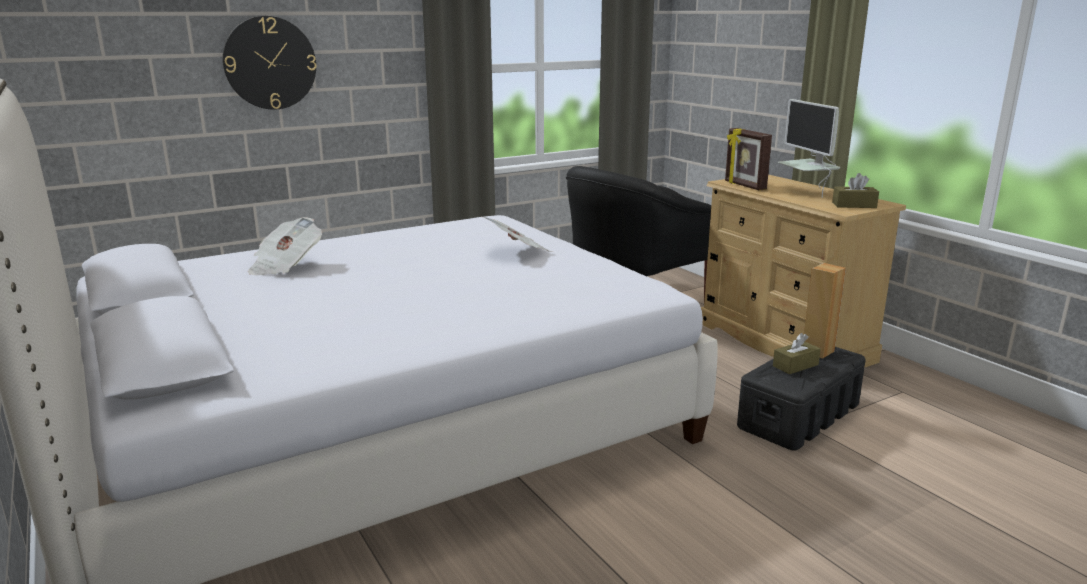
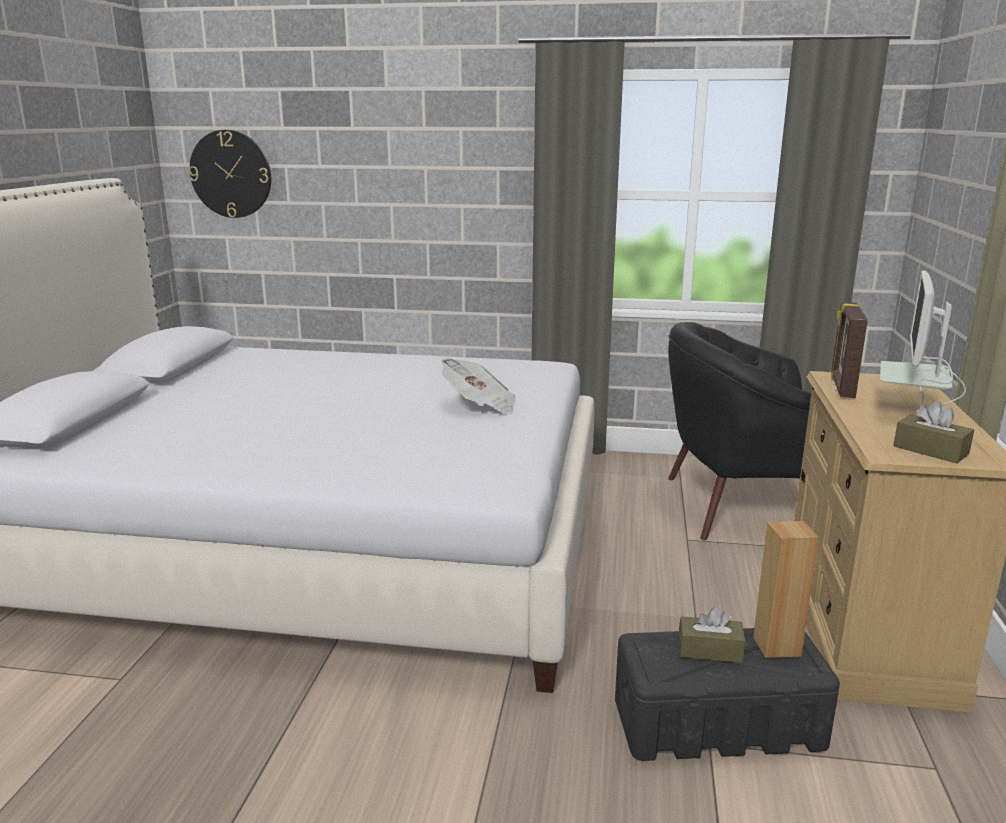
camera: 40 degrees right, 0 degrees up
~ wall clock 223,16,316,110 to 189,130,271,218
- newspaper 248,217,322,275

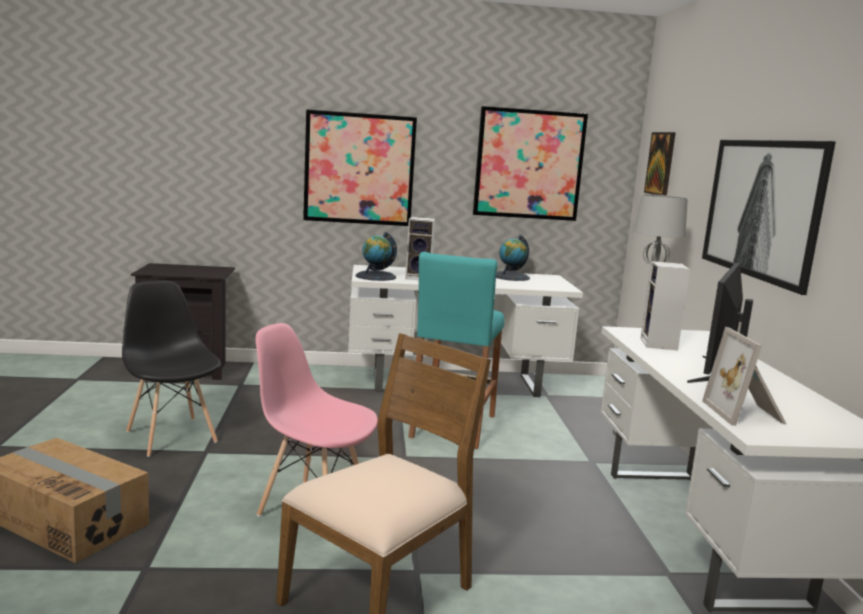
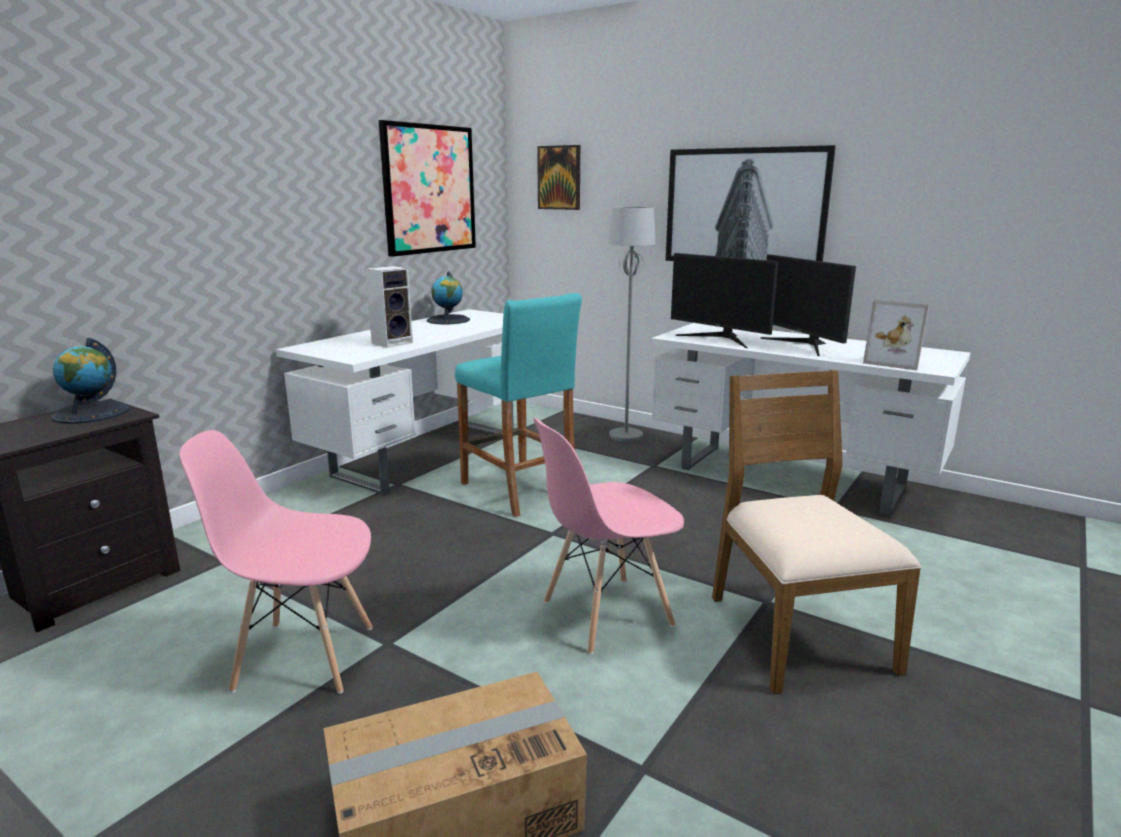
camera: 50 degrees left, 5 degrees up
~ chair/black 122,280,221,457 to chair/pink 180,430,373,694
- picture 303,109,417,226
~ globe 356,232,397,281 to 52,338,130,424
~ speaker 640,261,690,350 to monitor 671,253,779,348

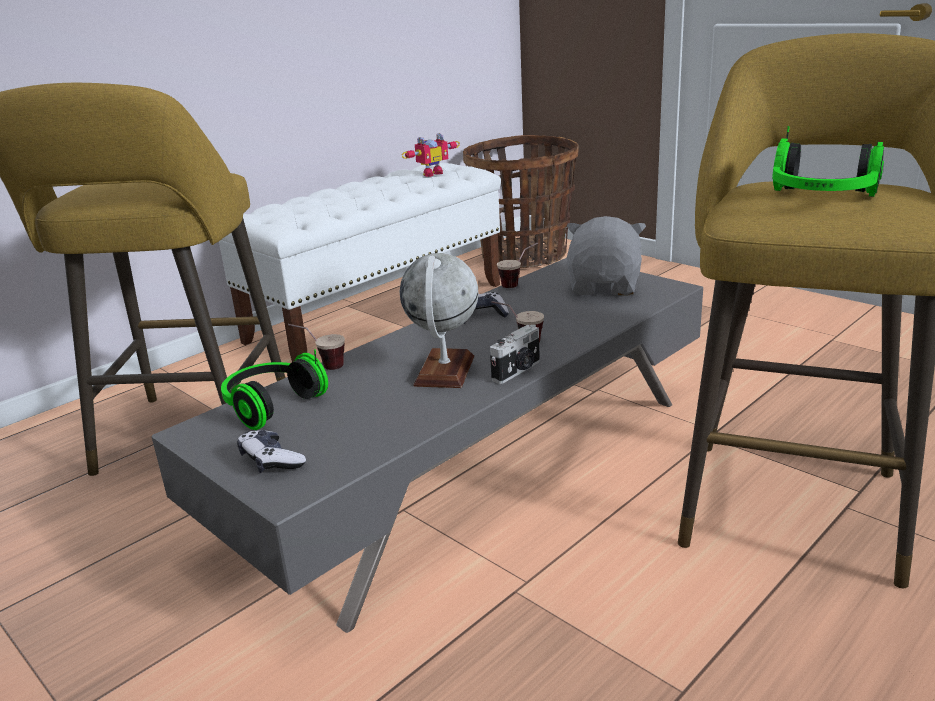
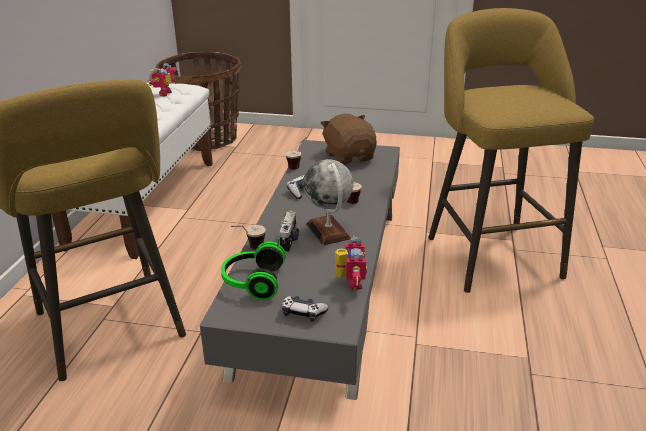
camera: 35 degrees left, 5 degrees up
~ photo camera 490,325,540,384 to 279,211,299,254
~ plush toy/grey 566,216,646,296 to plush toy/brown 320,114,377,165
- headphones 772,126,884,197
+ toy robot 335,235,367,290

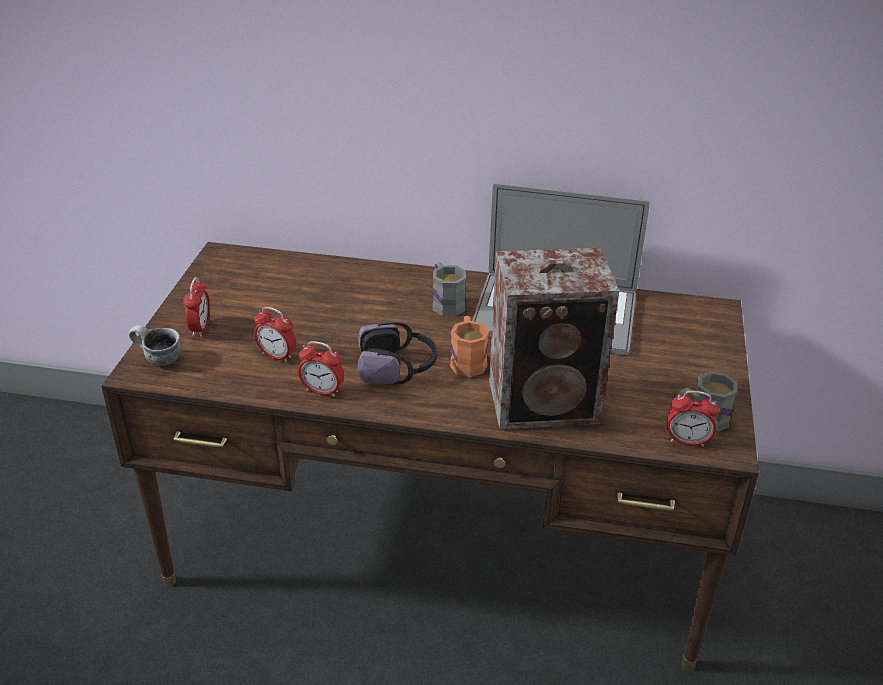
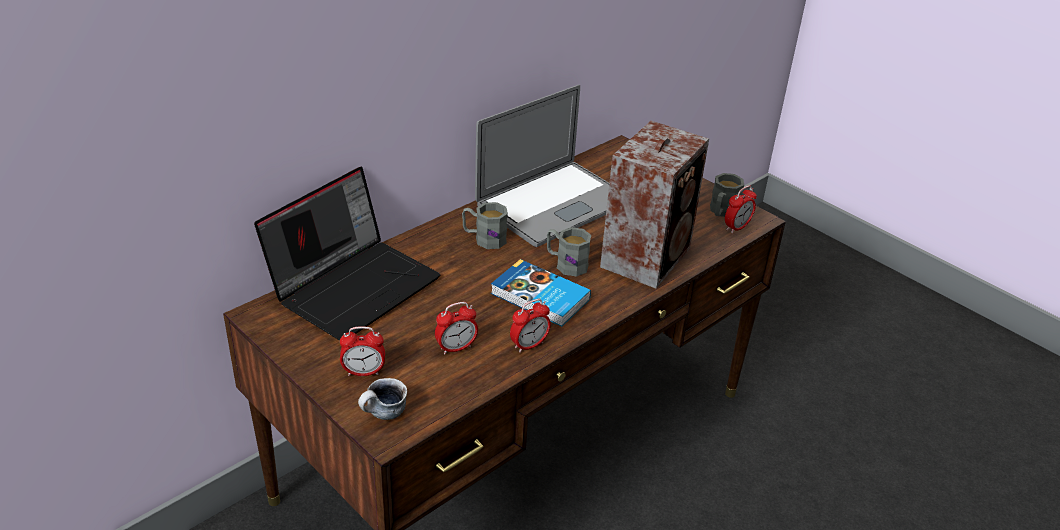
camera: 55 degrees left, 0 degrees up
~ alarm clock 183,277,210,337 = 340,326,385,376 135 degrees clockwise
~ headphones 357,322,438,385 to book 491,259,591,327
~ mug/orange 450,316,489,377 to mug/grey 547,227,591,277
+ laptop 254,167,440,341

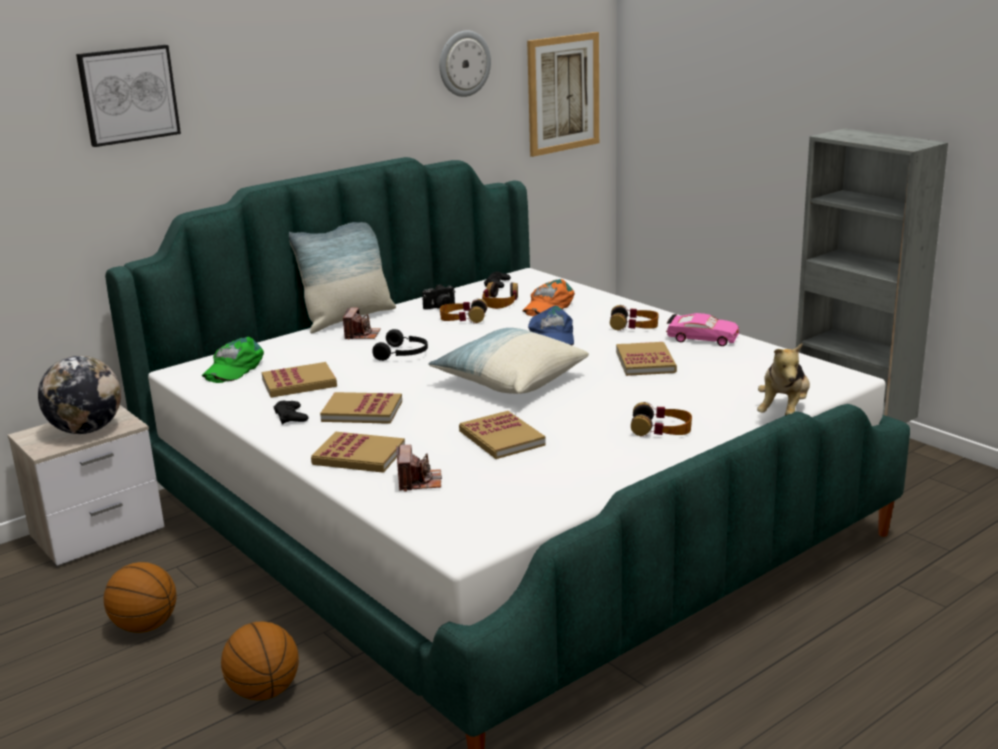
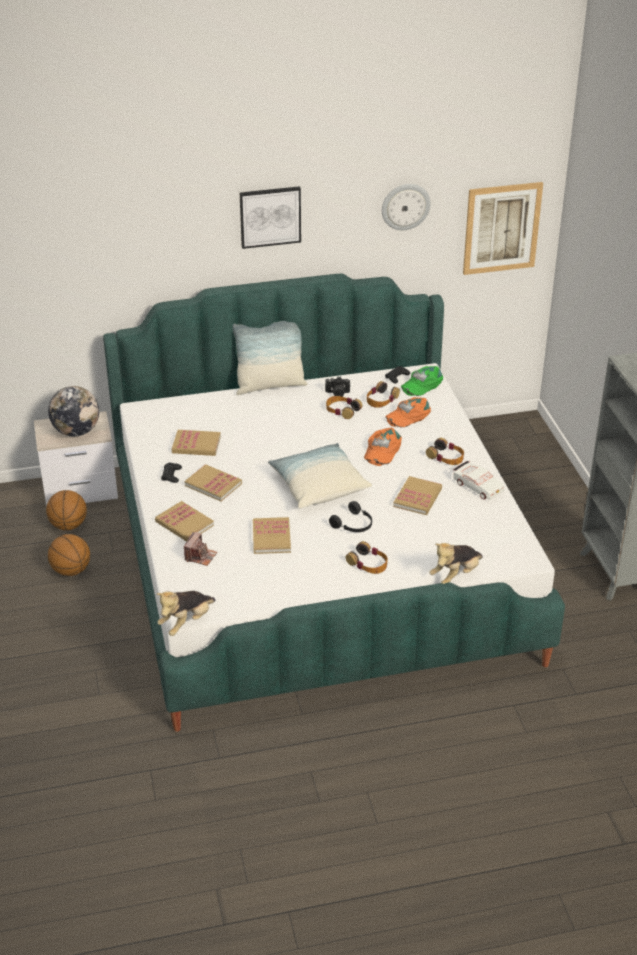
camera: 25 degrees right, 15 degrees up
~ picture 76,45,181,147 to 240,186,301,249
~ cap/green 202,337,264,383 to 401,366,443,396
~ basketball 221,622,299,700 to 46,490,87,530
- photo camera 343,307,381,340
~ headphones/black 372,329,428,361 to 329,501,372,532
~ cap/blue 528,306,574,345 to cap/orange 364,428,402,466
~ toy car/pink 666,313,739,346 to toy car/white 453,461,504,500
+ plush toy 157,591,215,636

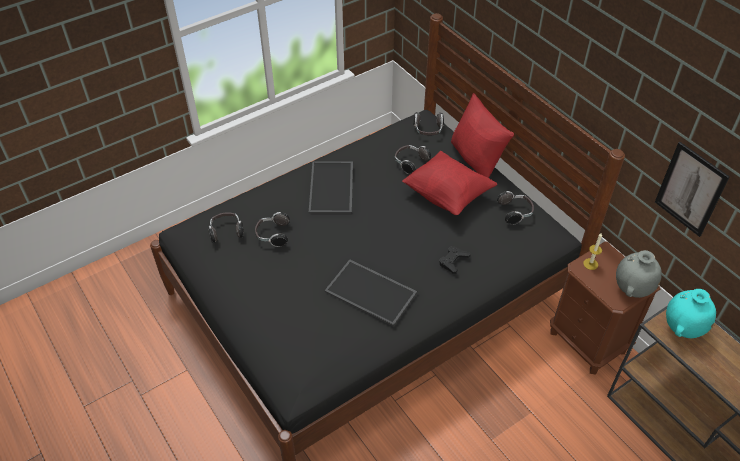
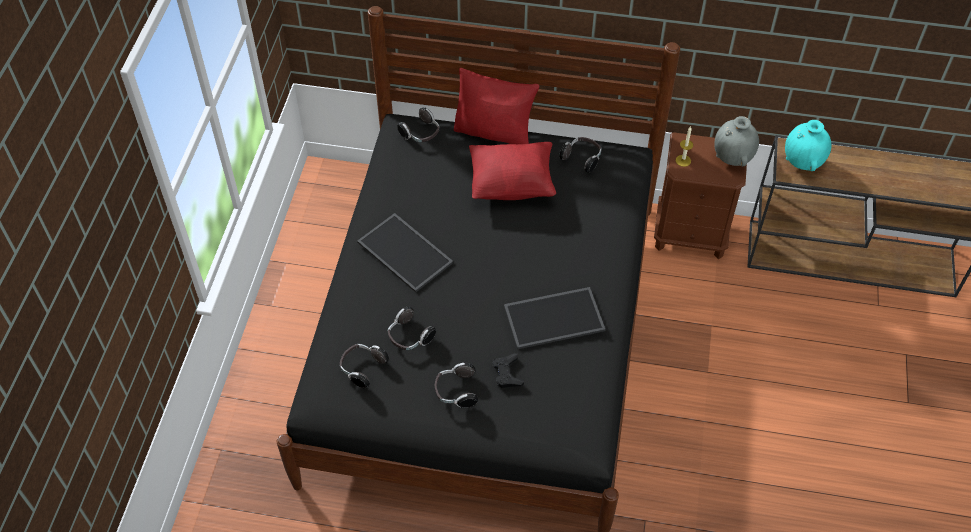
camera: 45 degrees left, 5 degrees up
~ headphones 395,145,431,174 to 435,363,478,408
~ game controller/black 439,246,471,274 to 492,353,524,388
- picture 655,142,730,237

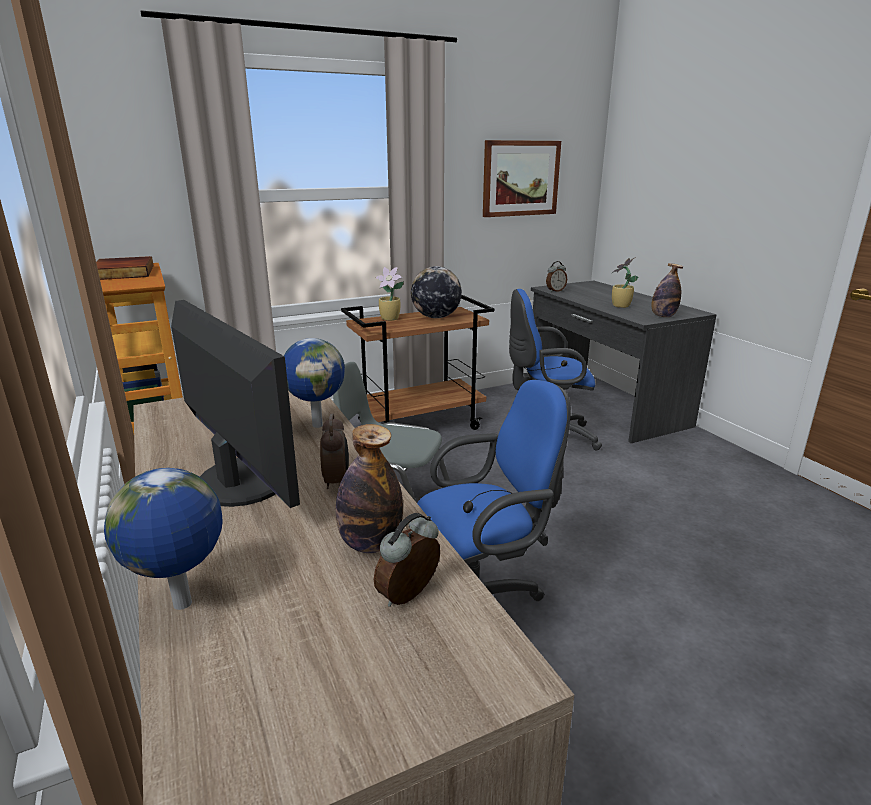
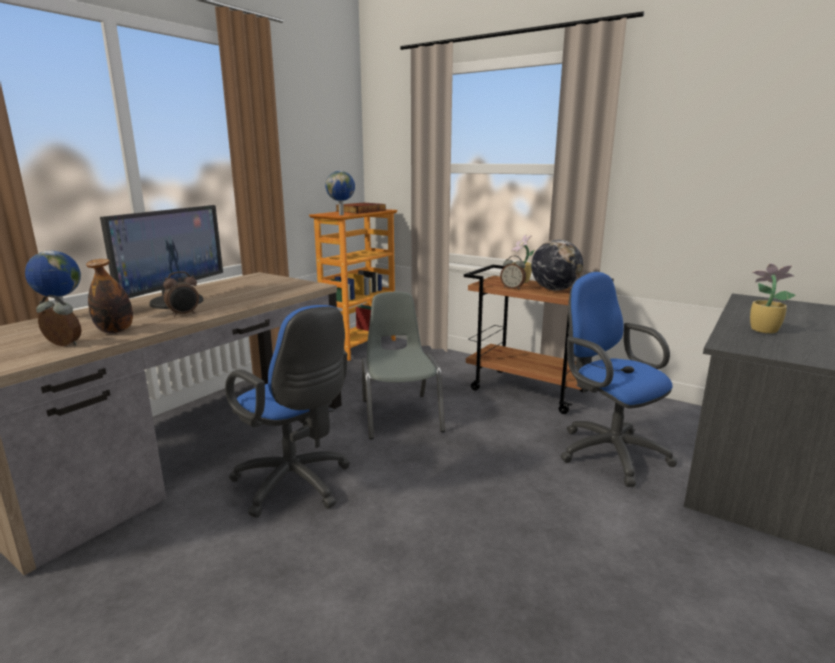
camera: 60 degrees right, 5 degrees down
~ globe 284,338,345,428 to 325,171,355,215
- picture 483,140,561,217
~ alarm clock 546,261,567,292 to 500,256,526,289
- bottle 651,263,683,317

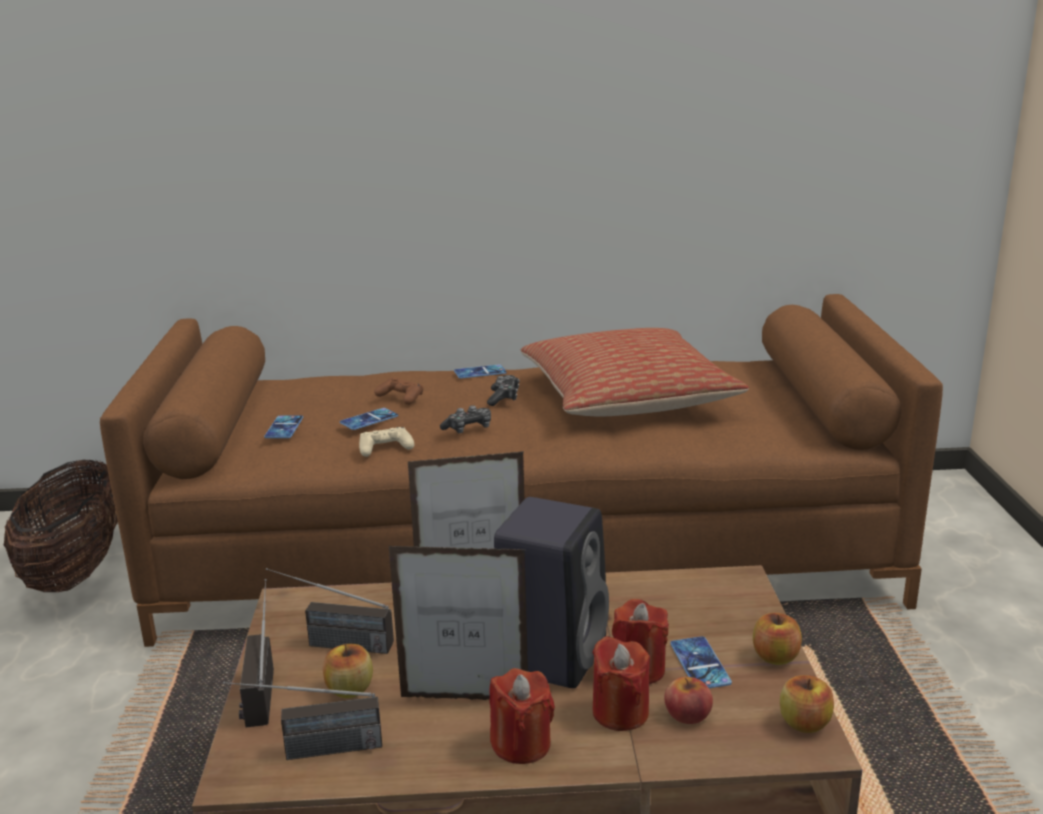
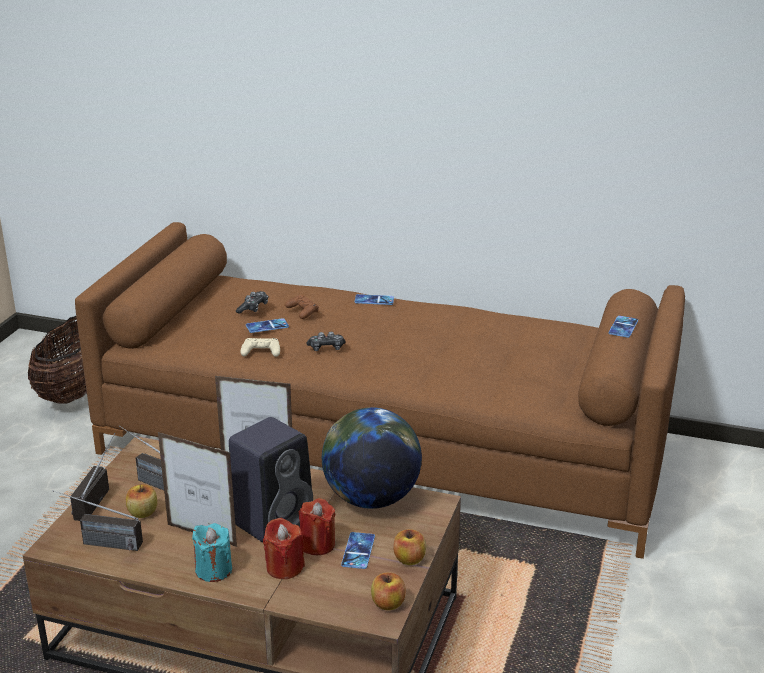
camera: 20 degrees right, 5 degrees up
~ phone 264,415,303,438 to 608,316,638,338
~ game controller 487,375,520,406 to 236,291,268,314
~ candle/red 489,668,555,764 to candle/turquoise 192,523,232,582
- pillow 521,328,749,417
- apple 664,677,713,724
+ globe 322,407,422,509

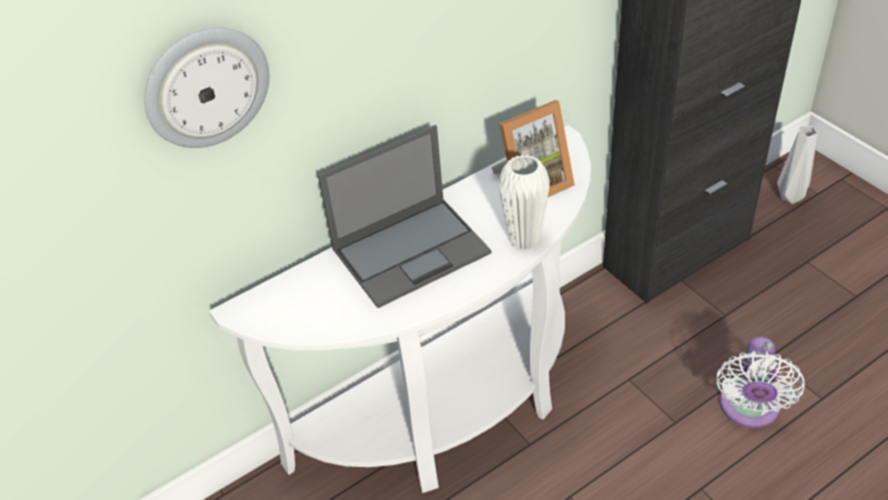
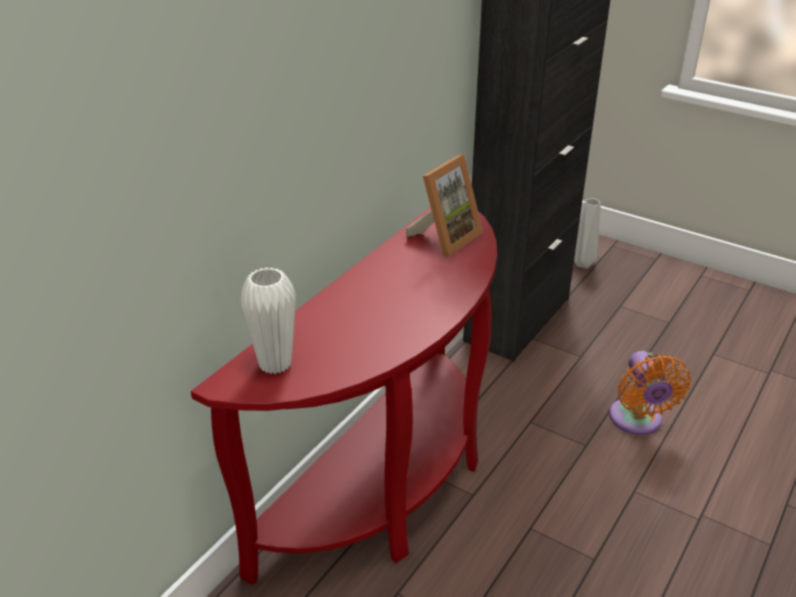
camera: 25 degrees left, 10 degrees down
- wall clock 144,28,269,148
~ console table/white 209,125,591,493 to console table/red 191,207,497,585
- laptop 318,125,492,308
~ vase/white 498,155,550,250 to 240,267,296,374
~ fan/white 716,337,805,428 to fan/orange 609,351,691,435

